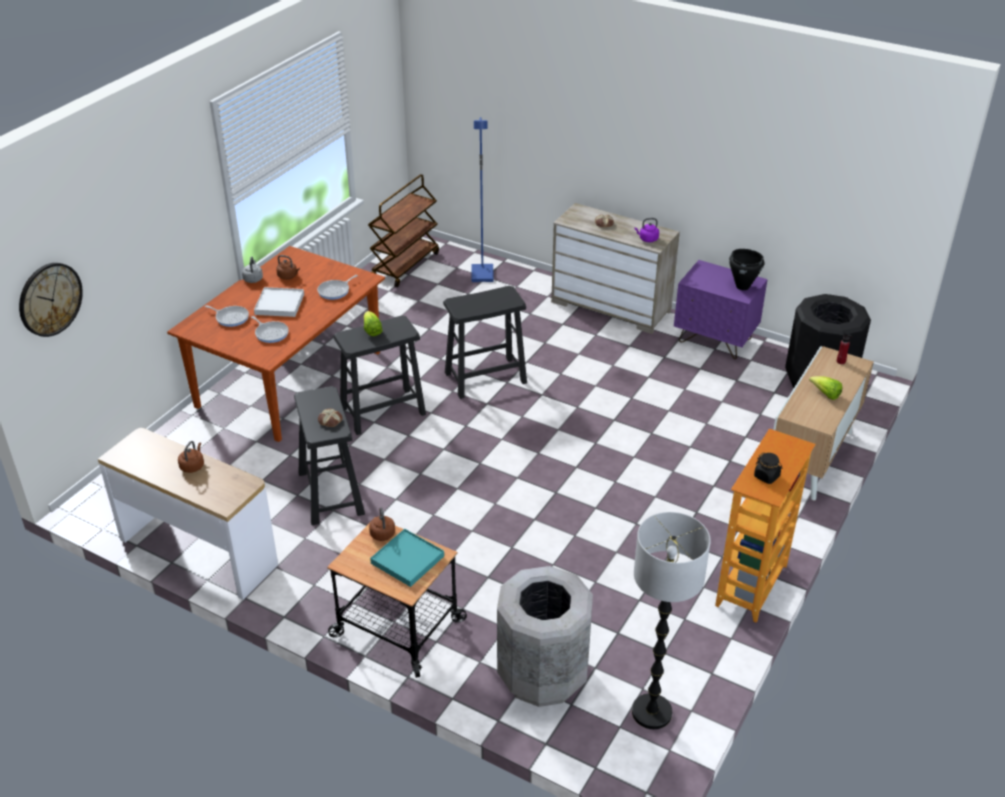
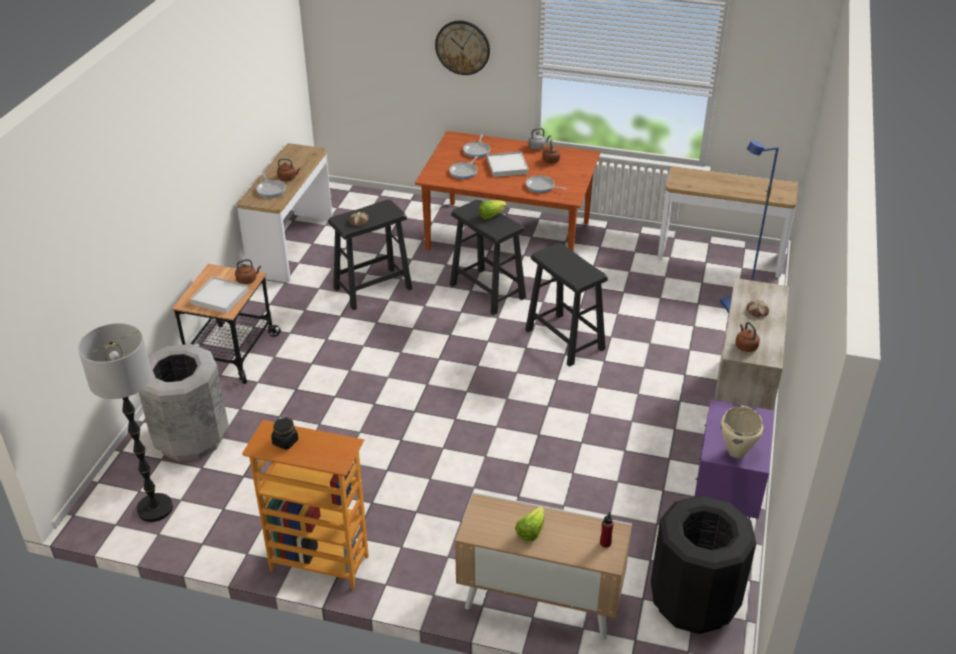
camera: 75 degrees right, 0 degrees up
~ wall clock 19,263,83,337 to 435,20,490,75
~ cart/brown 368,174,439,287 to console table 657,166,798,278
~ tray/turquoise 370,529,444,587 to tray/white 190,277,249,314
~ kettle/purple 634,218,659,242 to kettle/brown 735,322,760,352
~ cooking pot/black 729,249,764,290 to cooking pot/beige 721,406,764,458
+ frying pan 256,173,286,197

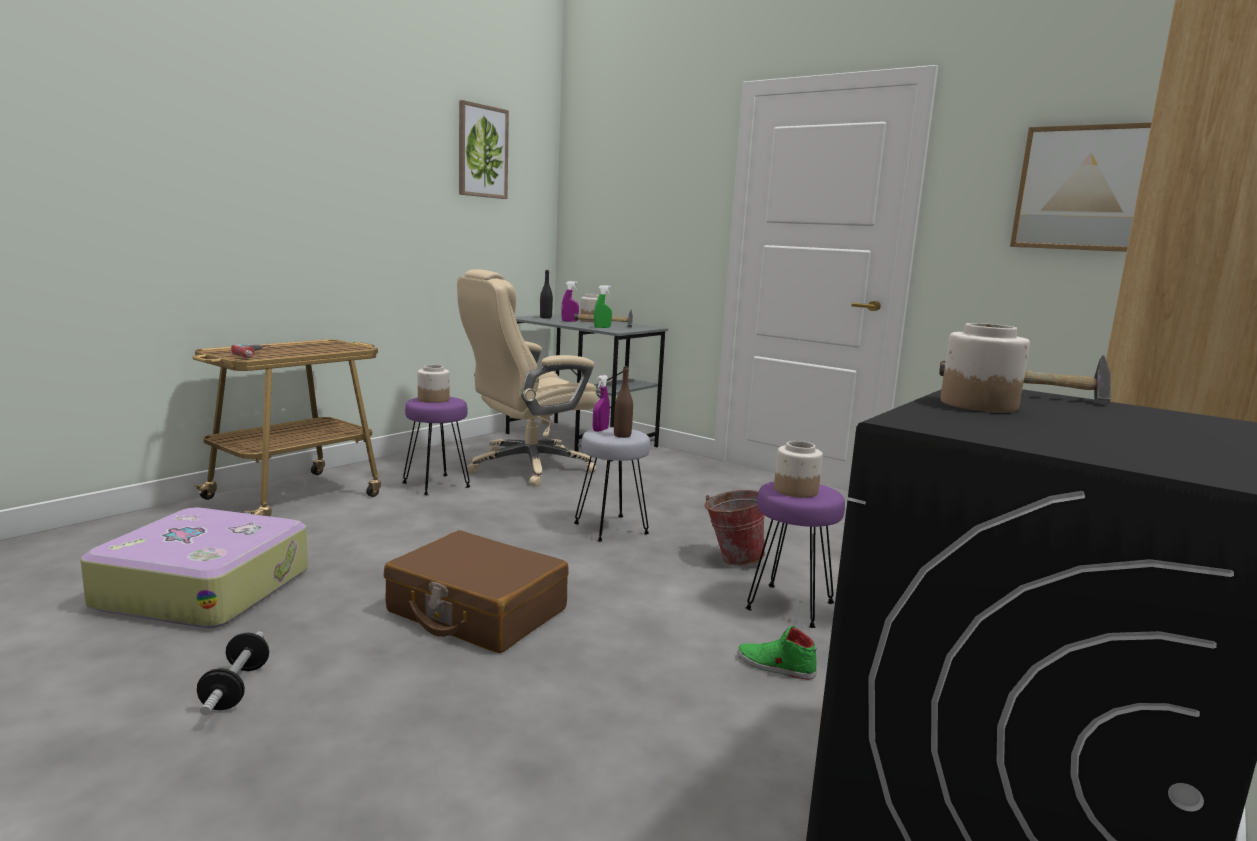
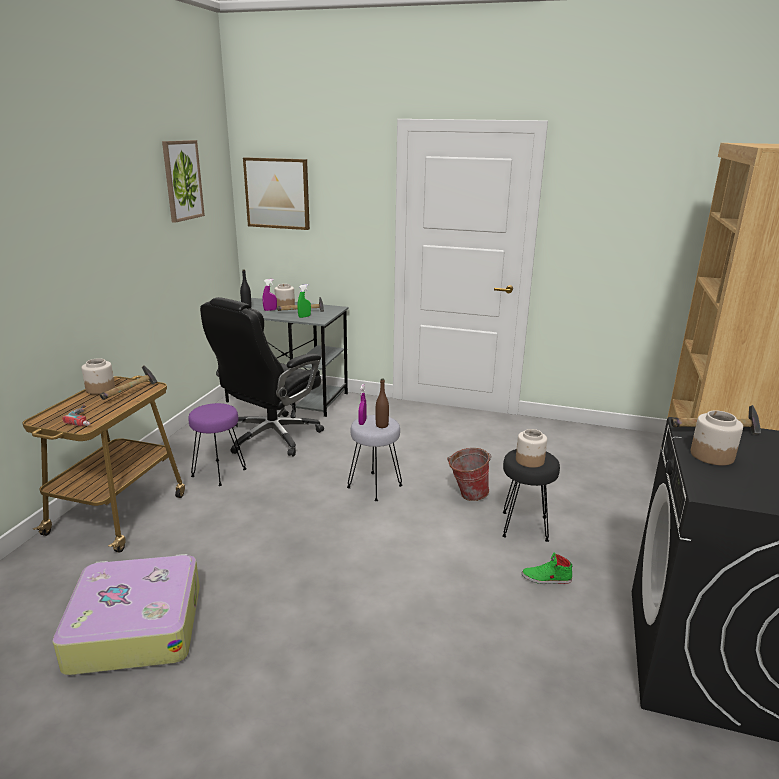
camera: 20 degrees left, 10 degrees up
- dumbbell 197,631,269,715
- suitcase/brown 384,530,569,653
~ jar 417,365,450,403 to 82,358,115,394
~ office chair/beige 457,269,597,487 to office chair/black 200,297,324,457
~ stool/purple 745,481,845,628 to stool/black 502,449,560,542
~ picture 1010,123,1151,252 to 243,157,310,230
+ hammer 100,365,157,400

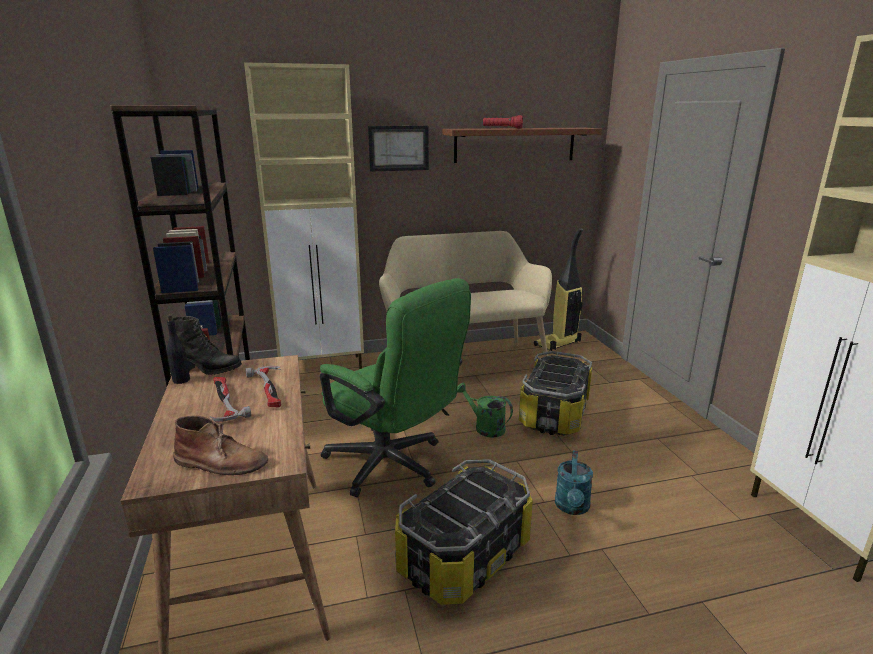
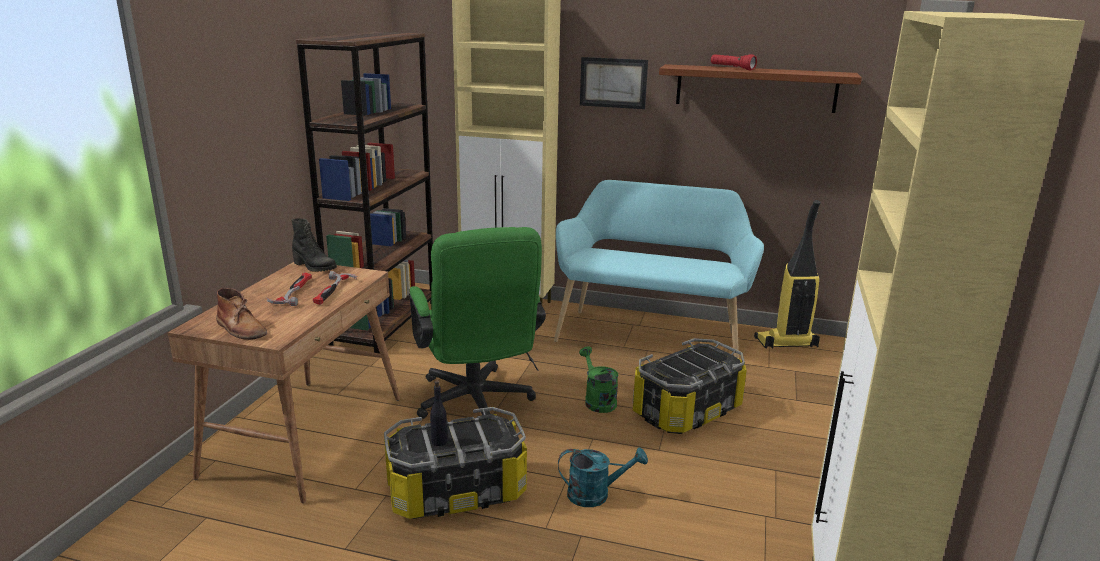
camera: 30 degrees right, 0 degrees up
~ bottle/black 167,314,190,384 to 430,380,447,446
~ bench/beige 379,231,552,357 to bench/turquoise 554,180,764,359
~ watering can/turquoise 555,451,593,515 = 558,448,648,507 135 degrees counterclockwise

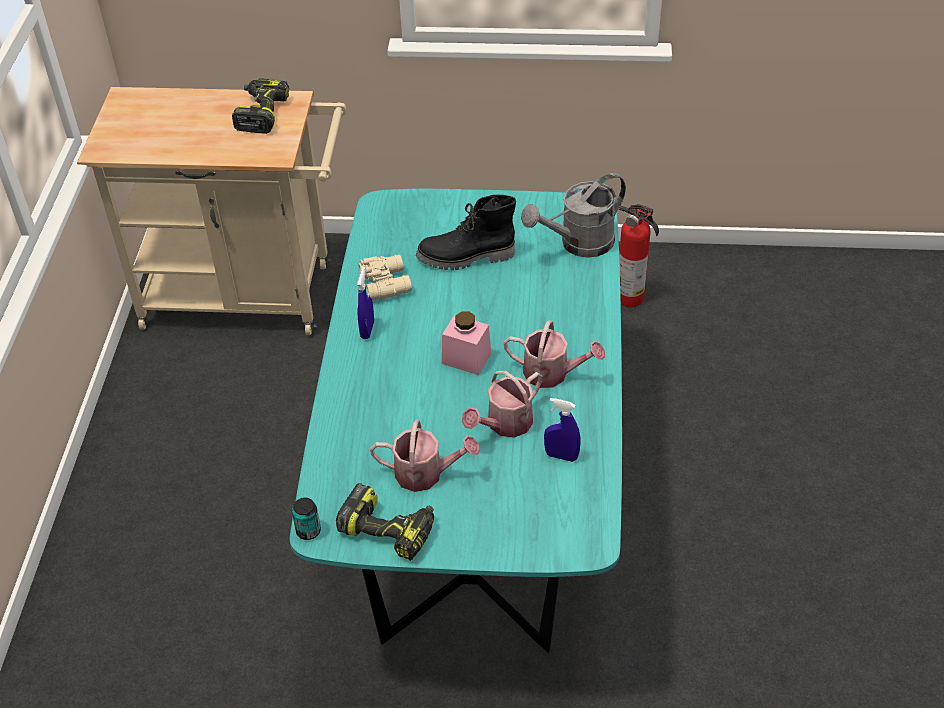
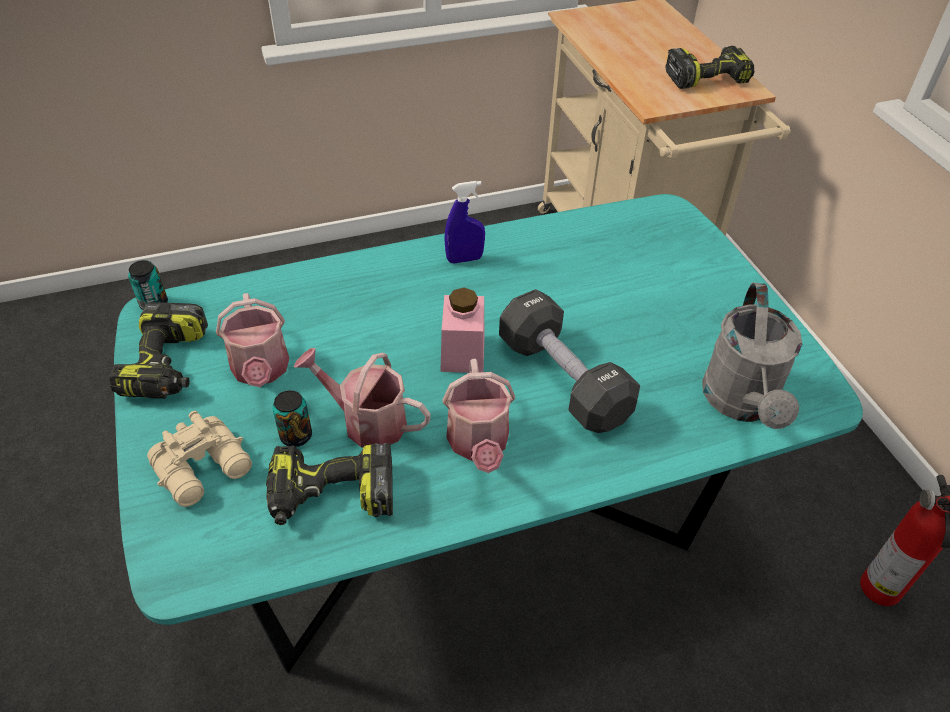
camera: 65 degrees right, 0 degrees up
~ binoculars/beige 359,255,412,301 to 147,411,252,507
- boot/black 416,194,516,270
~ watering can/grey 521,173,626,258 = 702,282,802,429 120 degrees counterclockwise
~ spray bottle/blue 544,398,581,462 to power drill 266,443,393,525
+ can 272,390,312,447
+ dumbbell/black 499,289,640,433

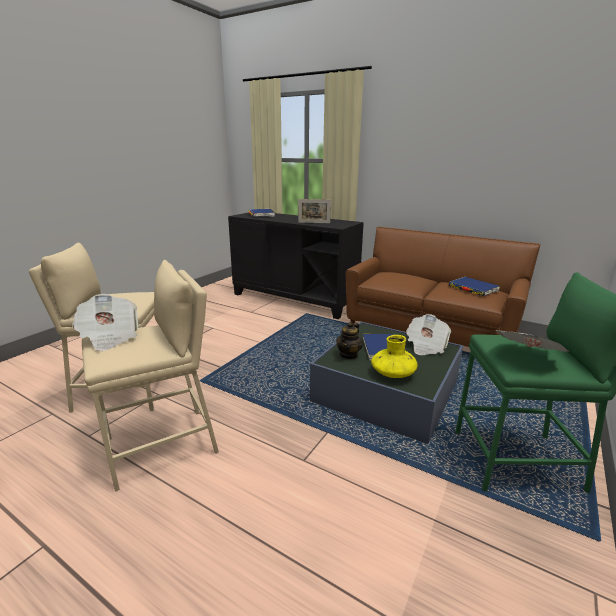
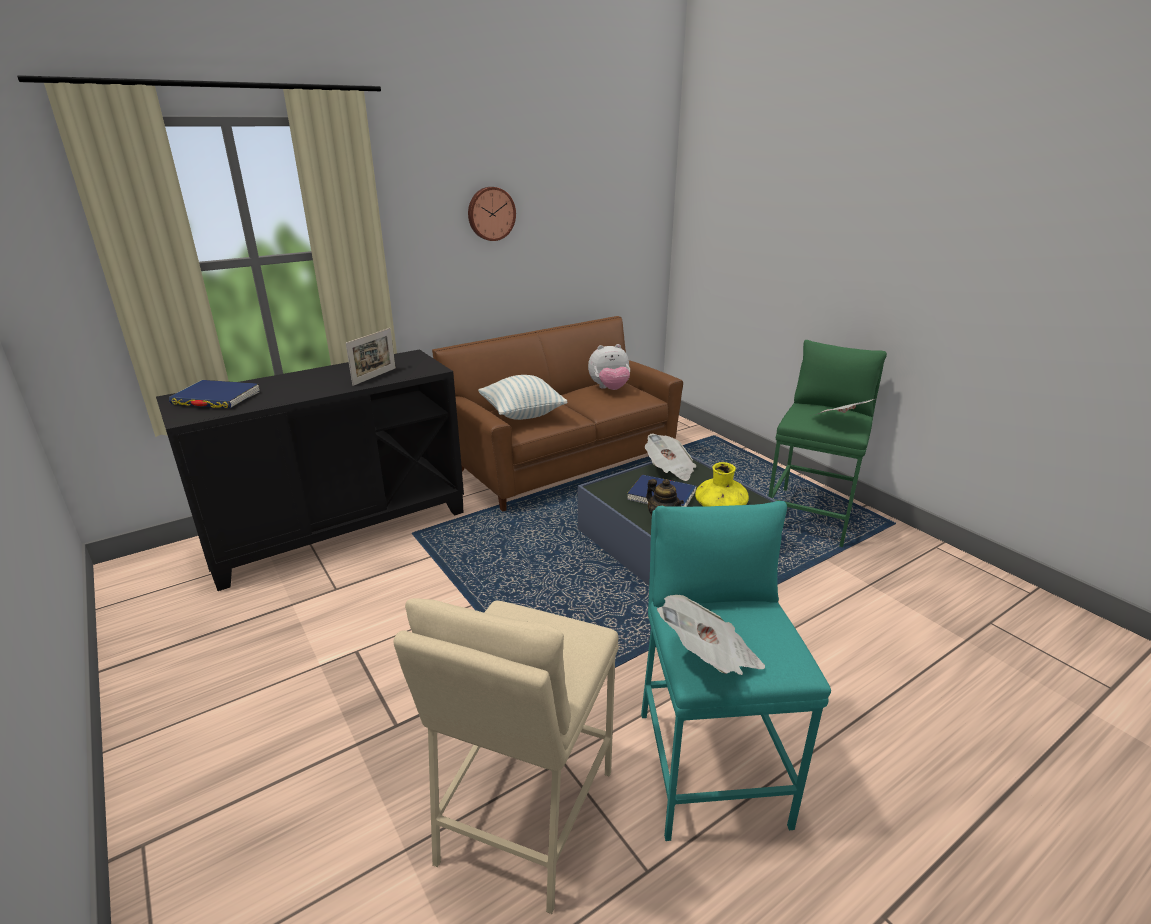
camera: 65 degrees left, 5 degrees up
~ stool/beige 82,260,219,492 to stool/turquoise 641,501,831,841
~ book/blue 449,277,500,296 to plush toy 588,344,630,390
+ wall clock 468,187,516,241
+ pillow 478,375,567,420

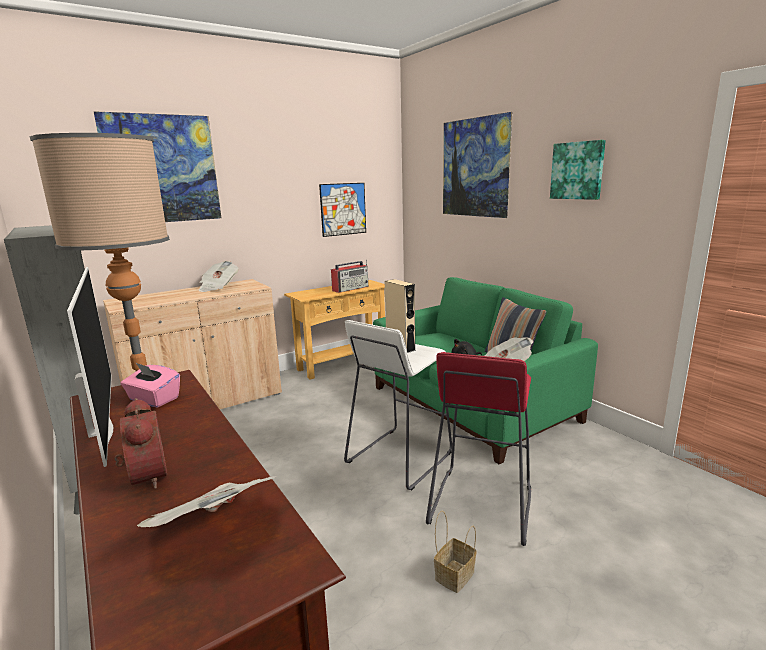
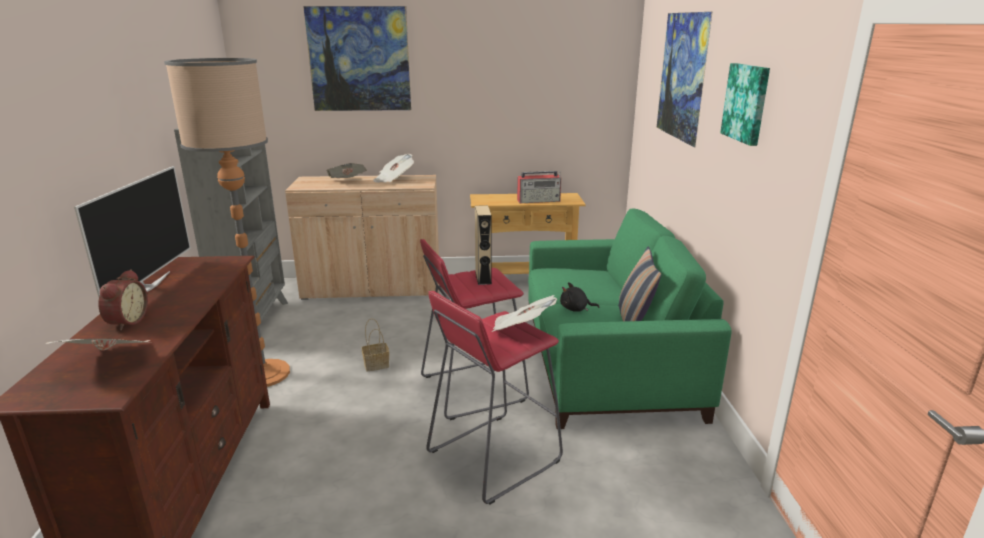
camera: 30 degrees right, 5 degrees up
- tissue box/pink 121,362,180,407
- picture 319,183,366,237
~ stool/white 344,320,452,490 to stool/red 420,239,529,420
~ basket 434,510,476,593 to 362,318,389,371
+ newspaper 326,163,367,178

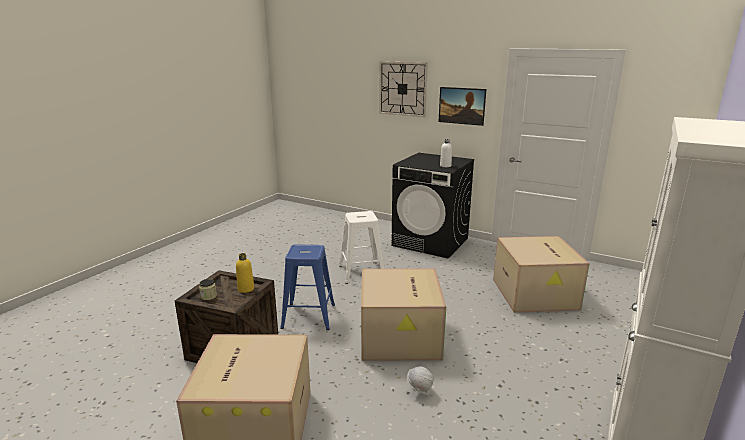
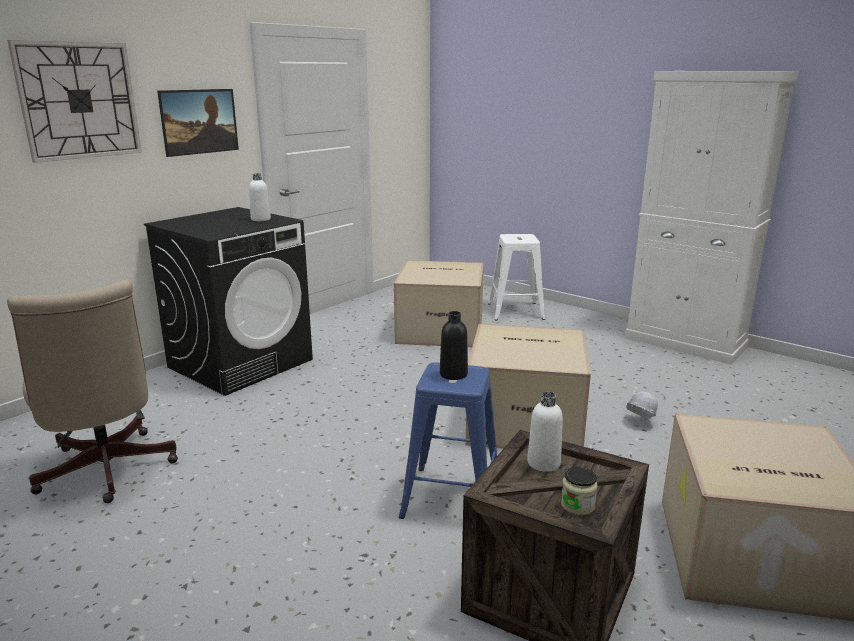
camera: 80 degrees left, 0 degrees up
~ bottle/yellow 236,253,254,293 to bottle/white 527,391,563,472
~ stool/white 339,211,384,284 to 488,234,545,320
+ office chair/beige 7,279,178,503
+ bottle/black 440,311,468,380

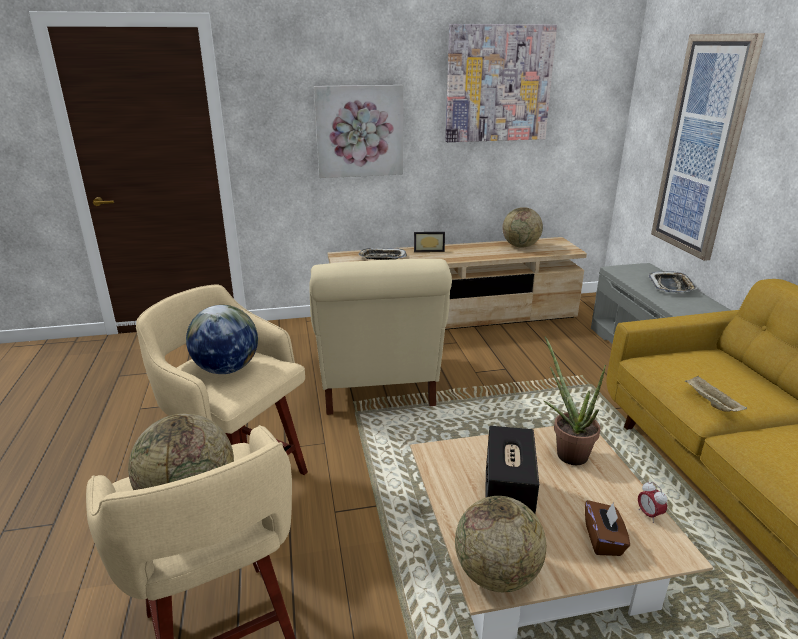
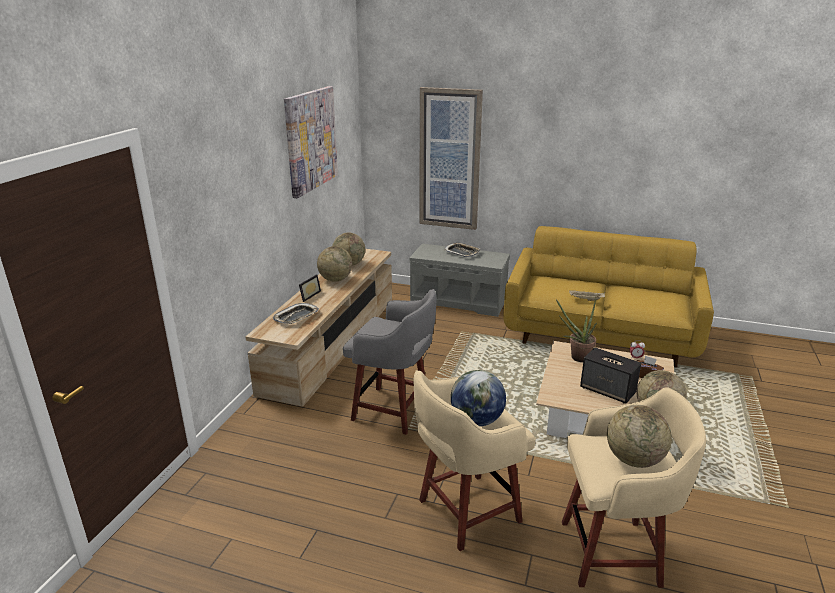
camera: 60 degrees left, 0 degrees up
~ armchair/beige 309,259,452,415 to stool/grey 343,289,436,435
- picture 314,85,403,178
+ globe 317,246,352,281

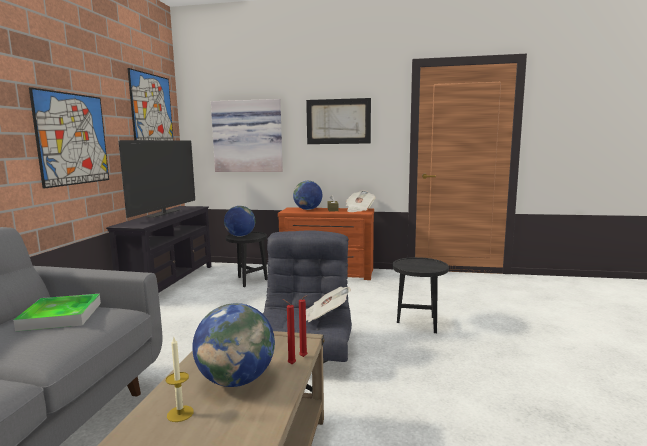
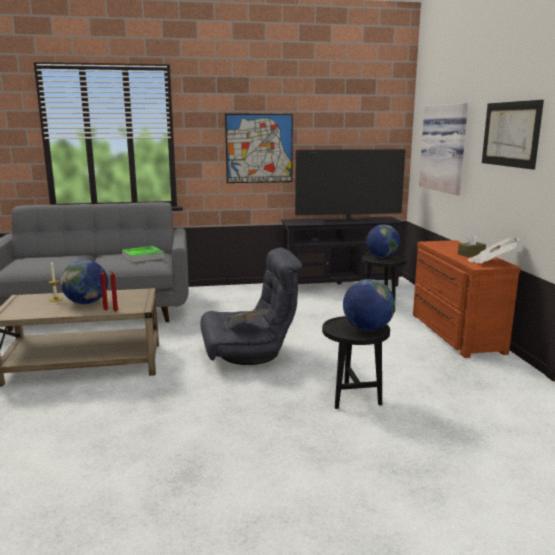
camera: 70 degrees right, 5 degrees up
- picture 127,68,173,140
~ globe 293,181,322,210 to 343,279,395,331

